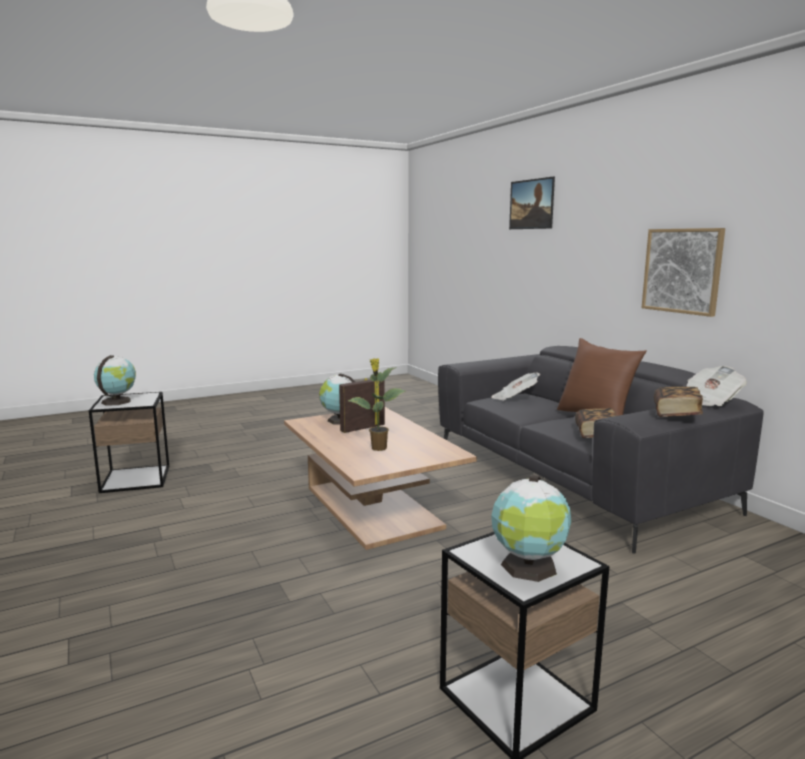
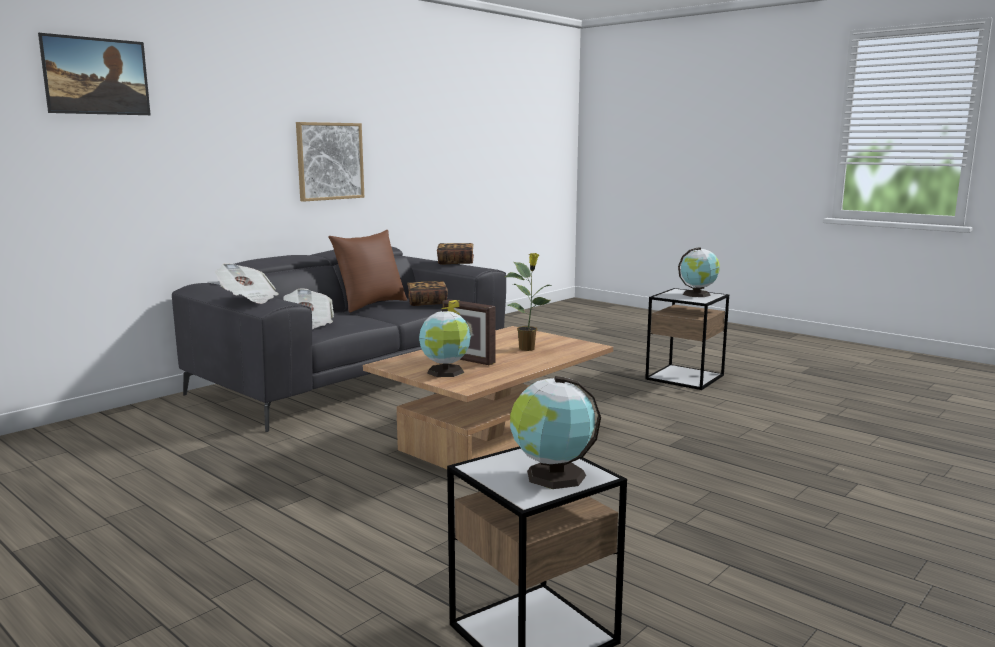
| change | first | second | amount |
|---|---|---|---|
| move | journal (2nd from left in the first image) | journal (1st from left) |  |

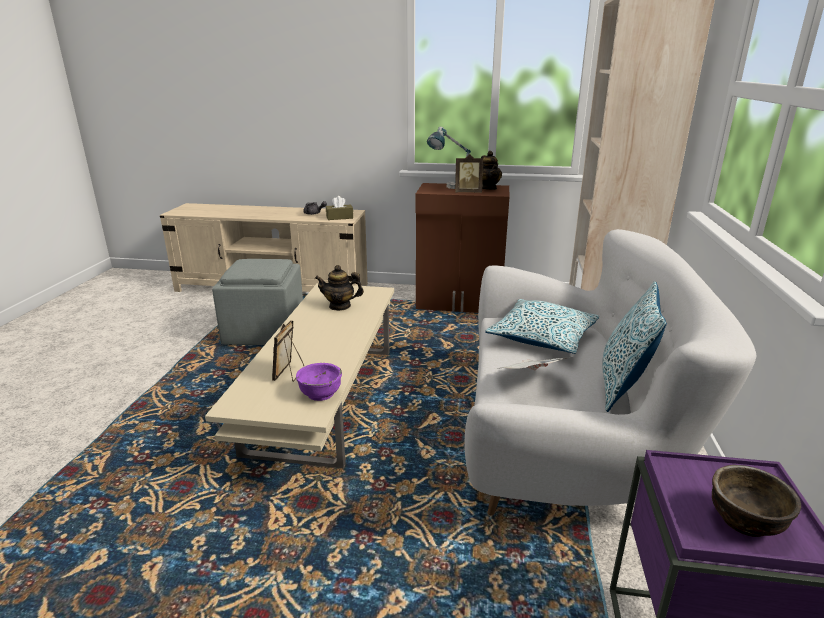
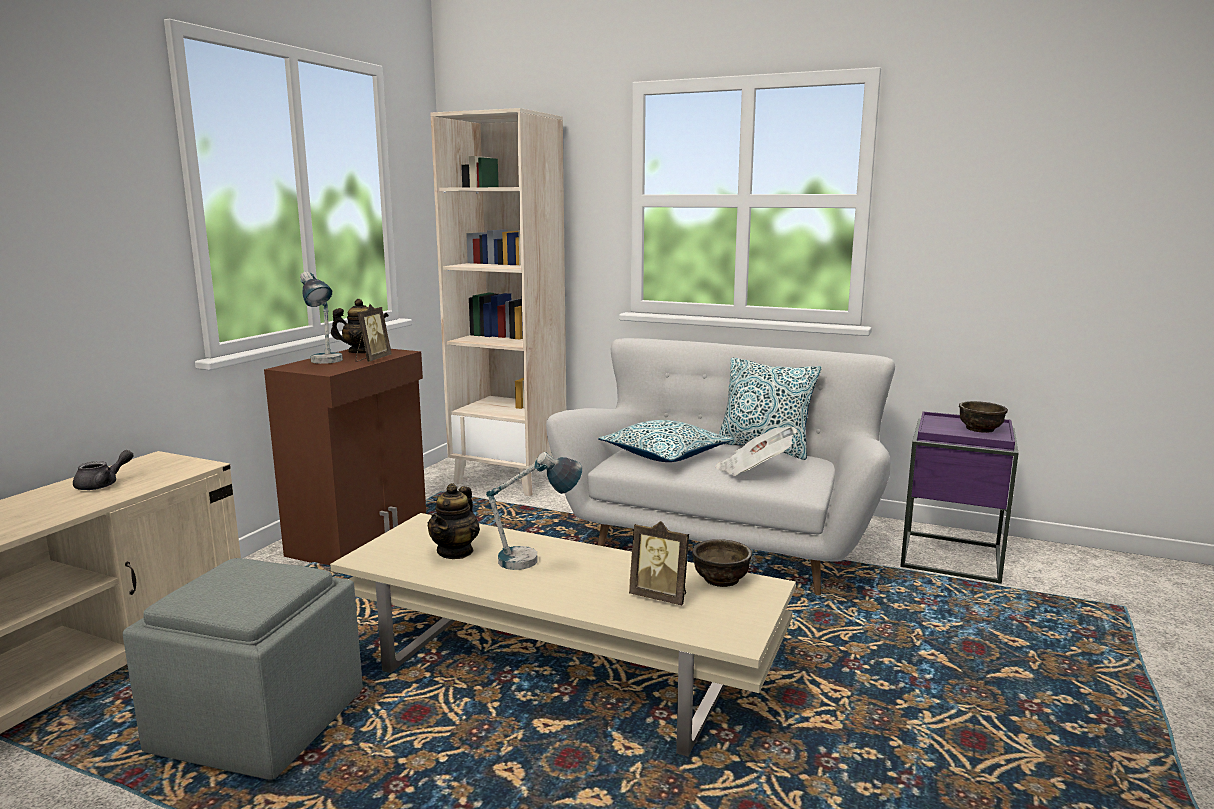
| change | first | second | amount |
|---|---|---|---|
| insert |  | lampe de table (2nd from left) |  |
| recolor | bol/violet | bol/marron (1st from left) |  |
| delete | boîte à mouchoirs/marron |  |  |

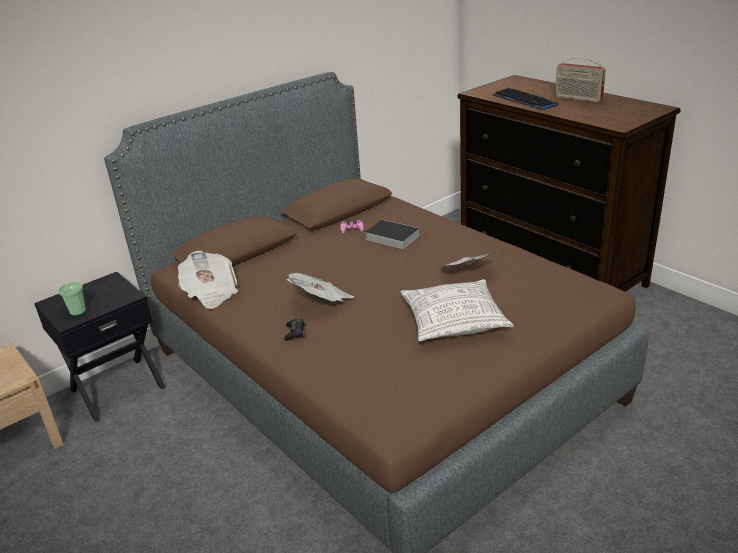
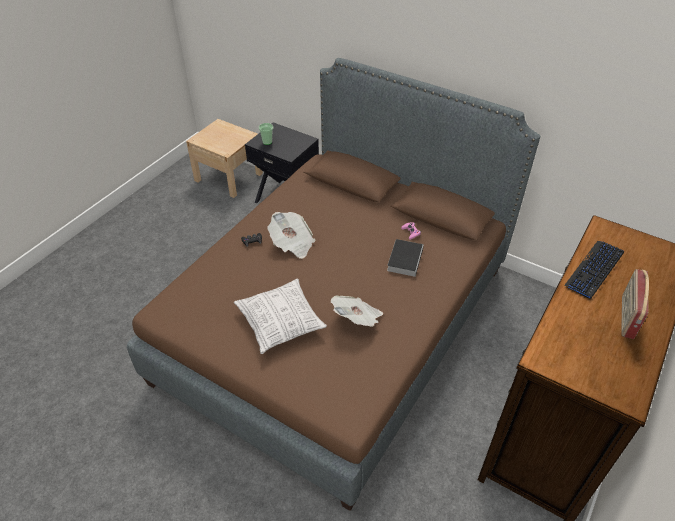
| change | first | second | amount |
|---|---|---|---|
| delete | journal (1st from left) |  |  |

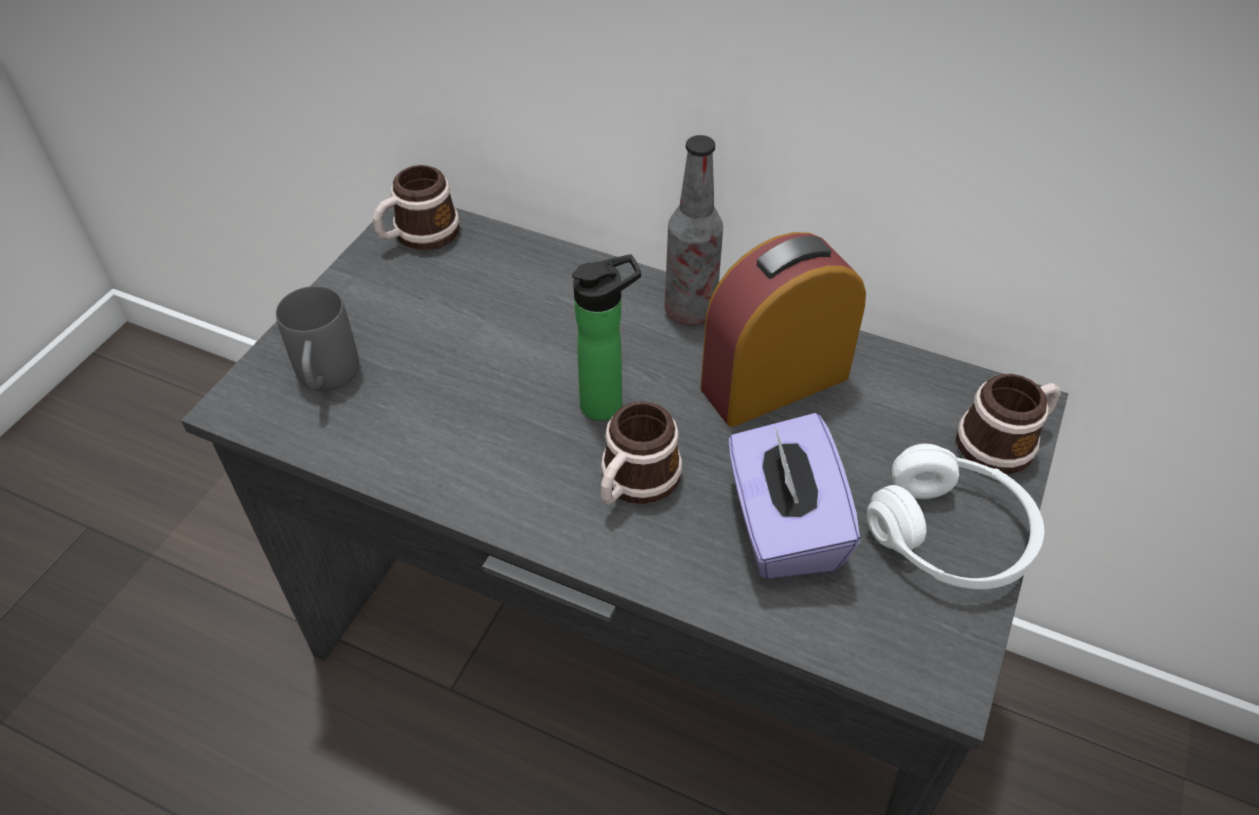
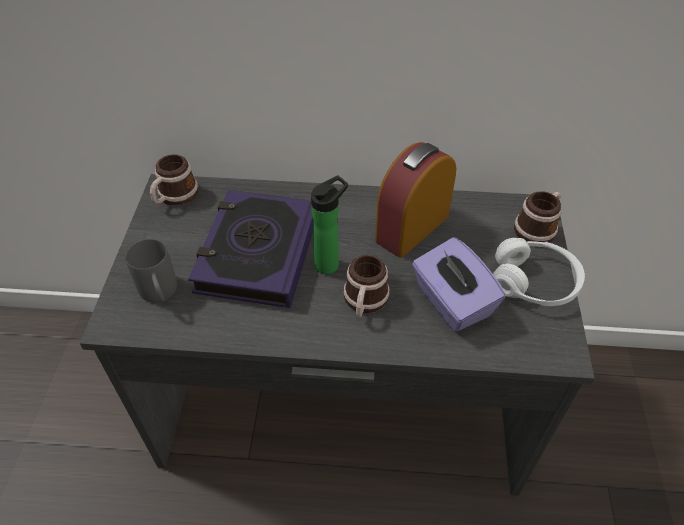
| change | first | second | amount |
|---|---|---|---|
| insert |  | livre |  |
| delete | bouteille (2nd from left) |  |  |

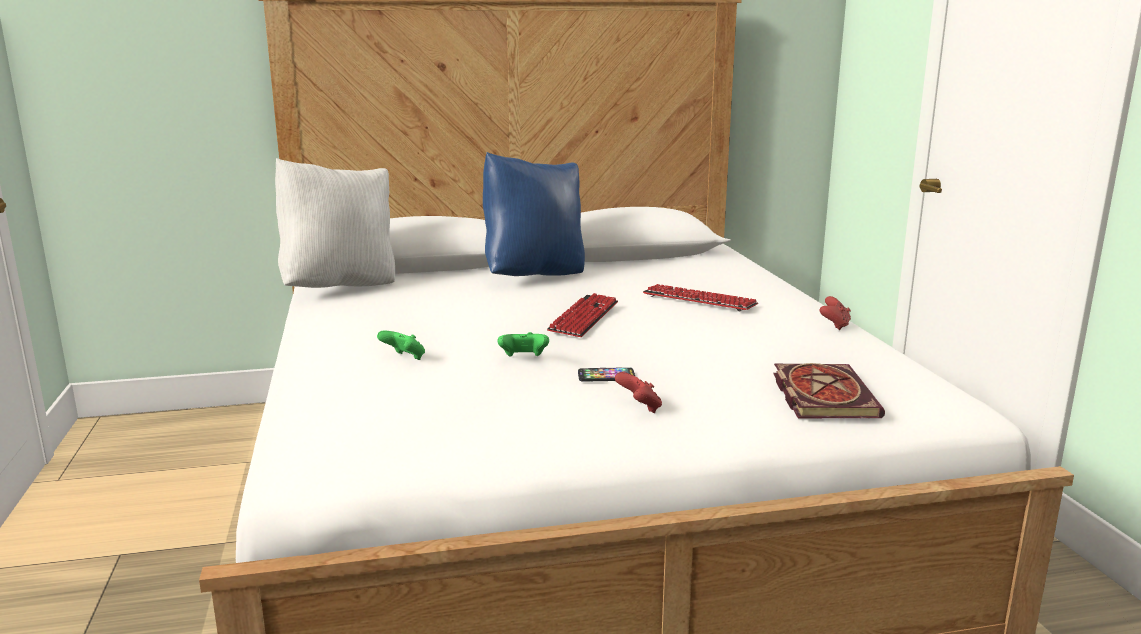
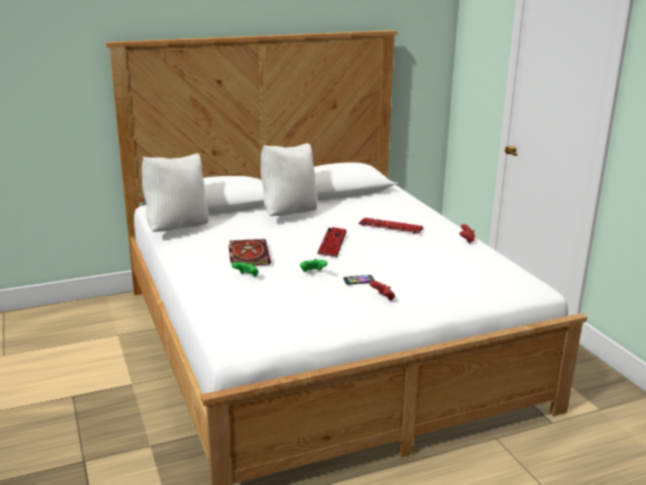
| change | first | second | amount |
|---|---|---|---|
| move | livre |  |  |
| recolor | coussin/bleu | coussin/blanc (2nd from left) |  |

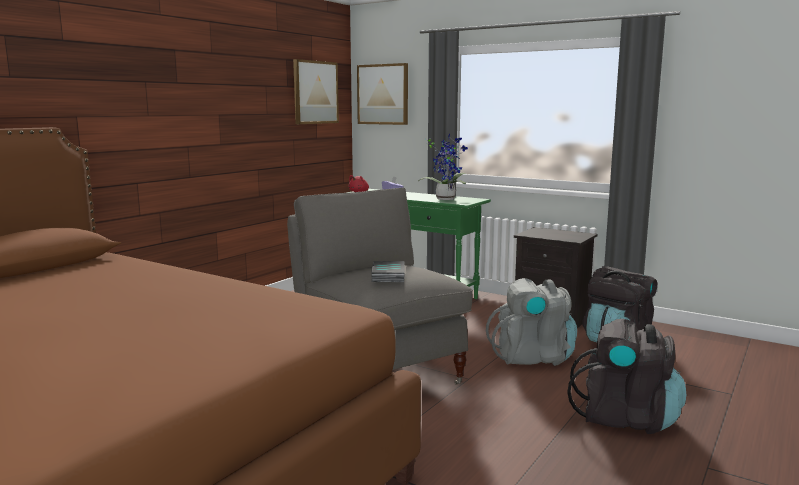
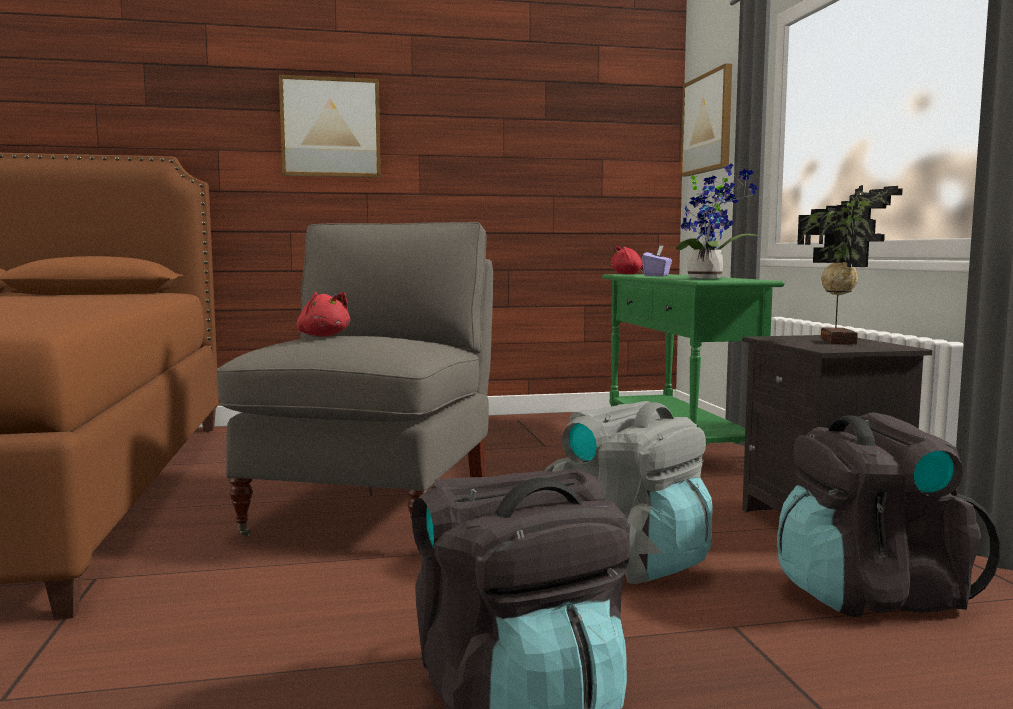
| change | first | second | amount |
|---|---|---|---|
| move | tableau (1st from left) |  |  |
| replace | livre | peluche/rouge (1st from left) |  |
| insert |  | plante en pot (2nd from left) |  |

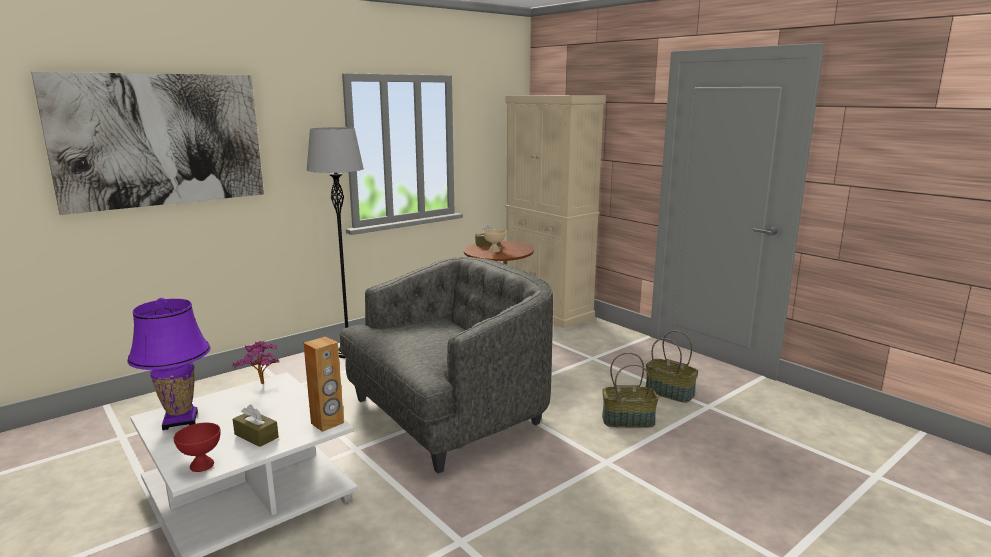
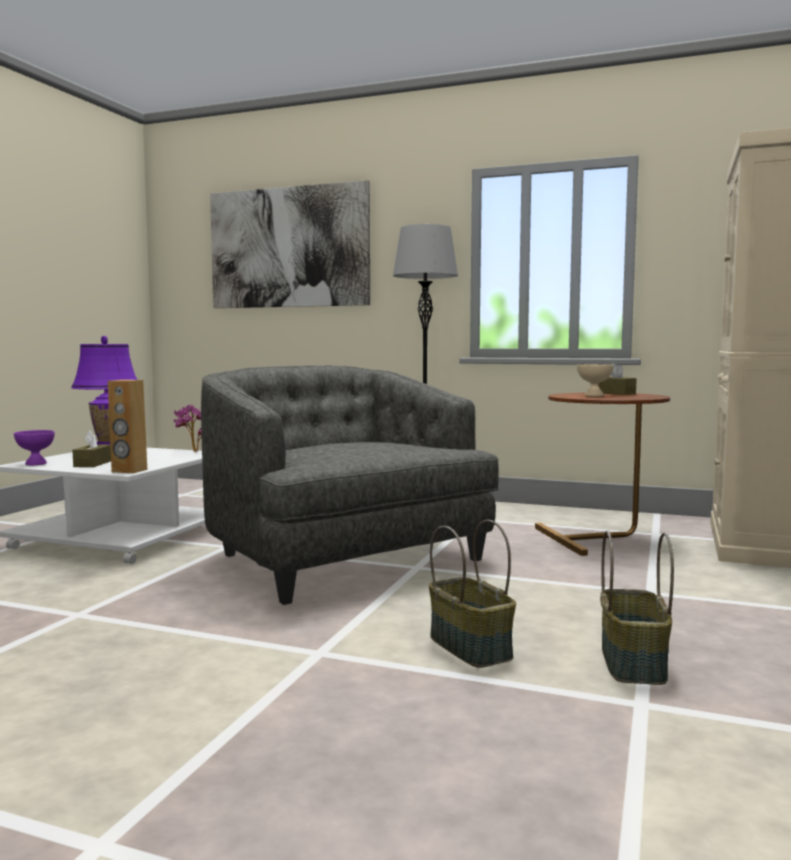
| change | first | second | amount |
|---|---|---|---|
| recolor | bol/rouge | bol/violet |  |
| rotate | fauteuil/gris |  | 150 degrees counterclockwise |

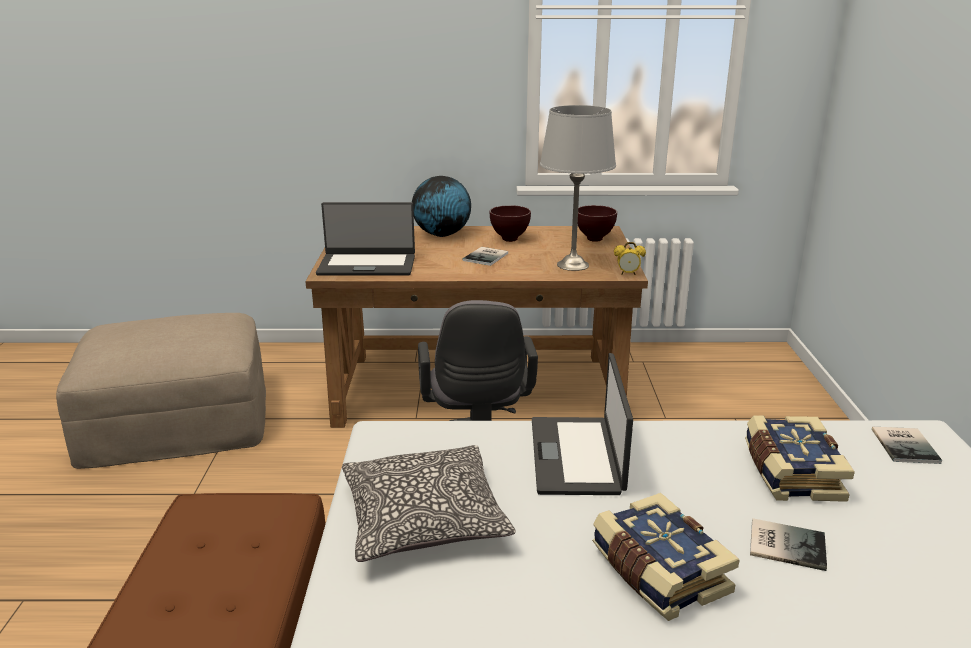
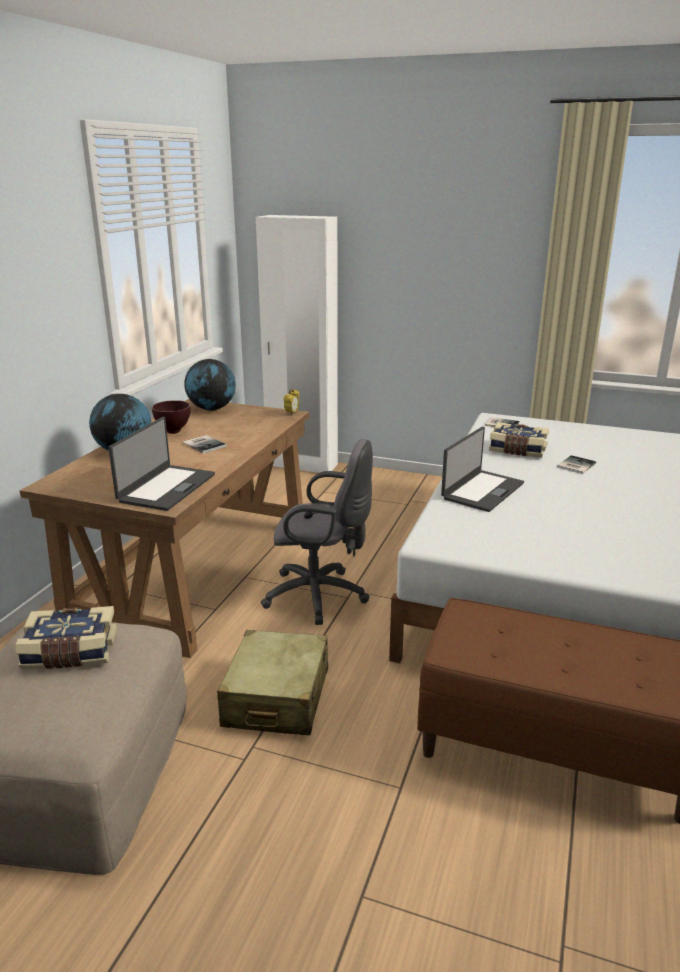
| change | first | second | amount |
|---|---|---|---|
| move | livre (2nd from left in the first image) | livre (1st from left) |  |
| replace | bol/marron (2nd from left) | globe (2nd from left) |  |
| insert |  | valise/beige |  |
| insert |  | armoire/blanc |  |
| rotate | ordinateur portable (2nd from left) |  | 75 degrees counterclockwise |
| delete | coussin |  |  |
| delete | lampe de table/gris |  |  |

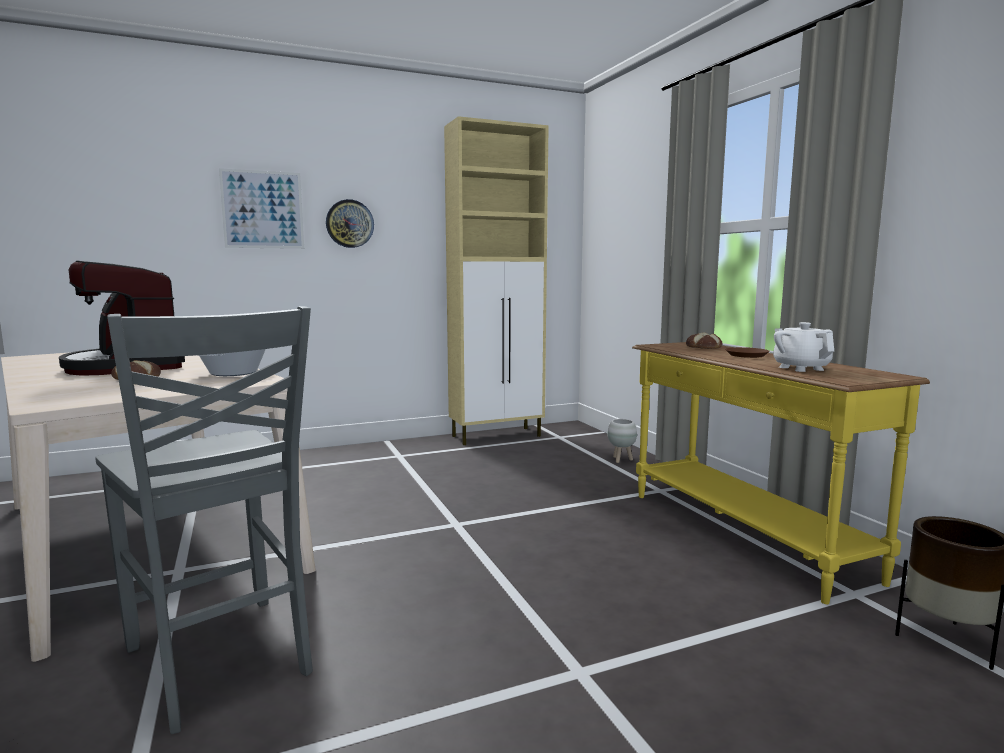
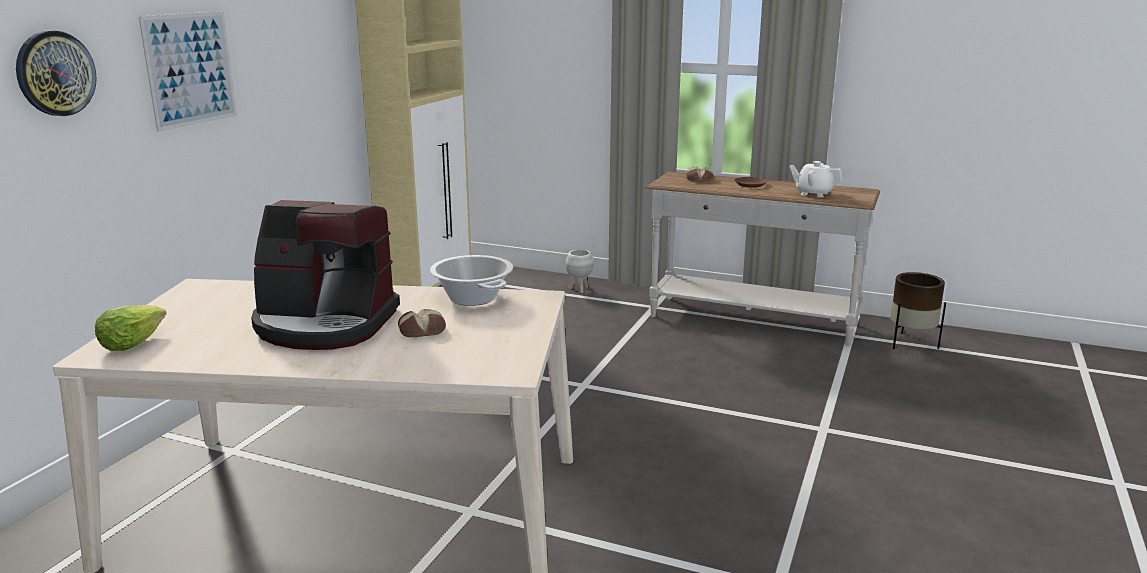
| change | first | second | amount |
|---|---|---|---|
| move | horloge murale |  |  |
| insert |  | laitue |  |
| recolor | table console/jaune | table console/blanc |  |
| delete | chaise/gris |  |  |

